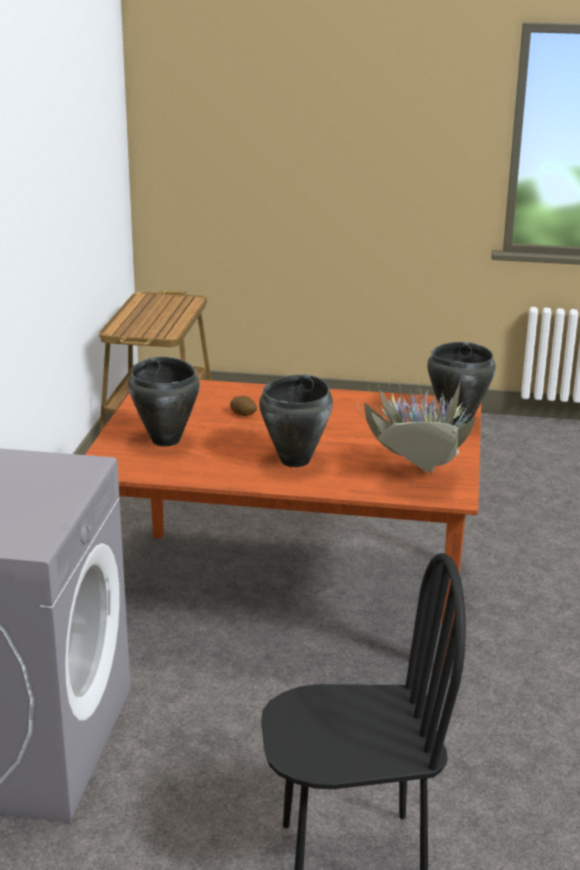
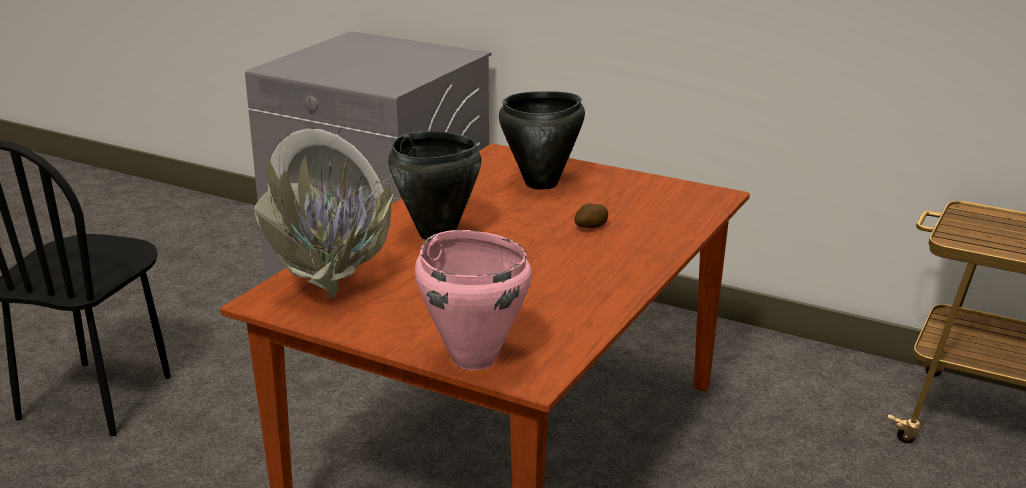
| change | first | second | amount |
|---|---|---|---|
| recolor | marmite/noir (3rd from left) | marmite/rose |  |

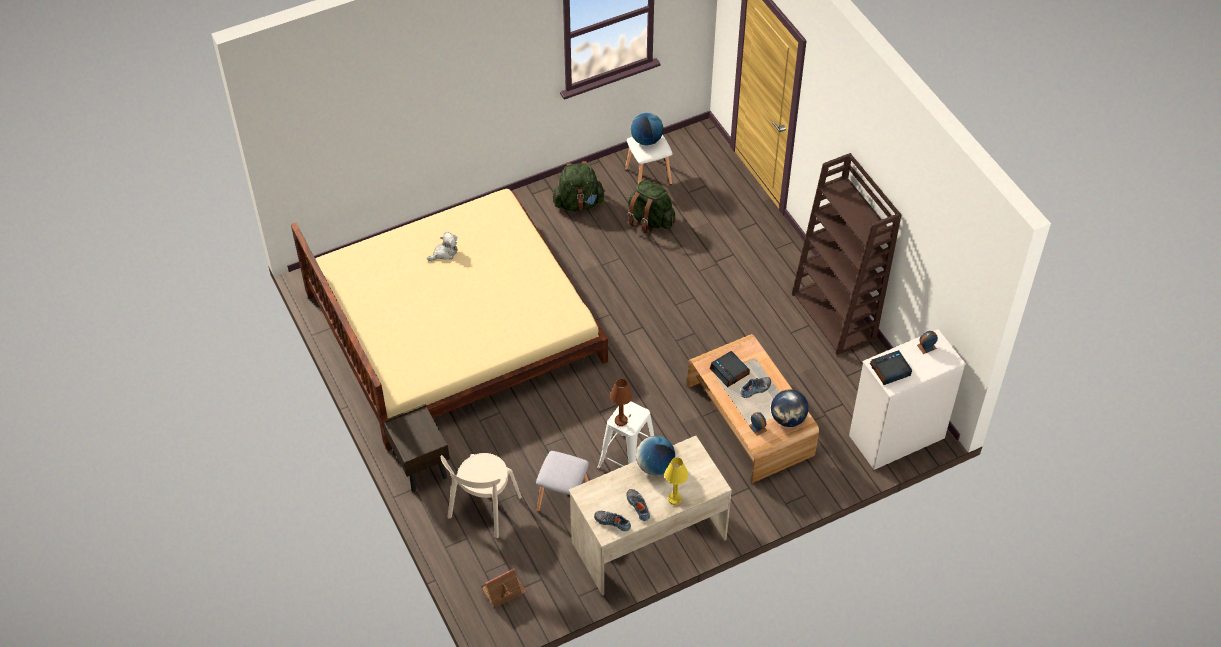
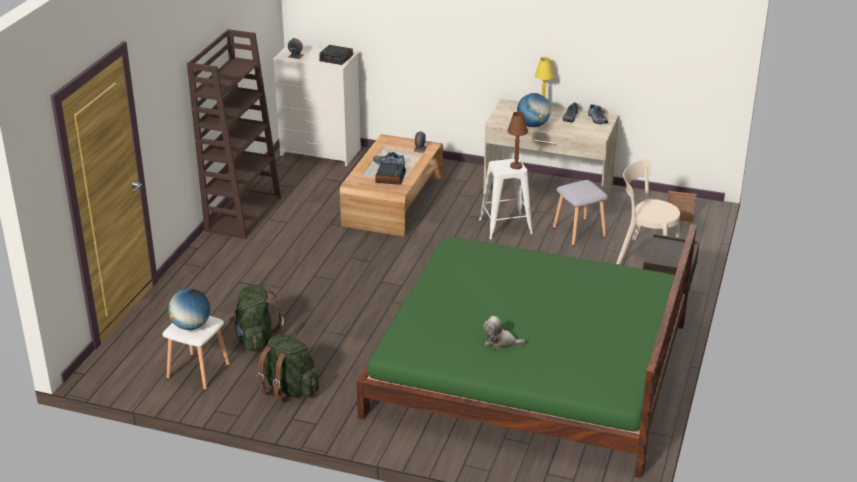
| change | first | second | amount |
|---|---|---|---|
| recolor | lit/beige | lit/vert |  |
| rotate | chaise/beige |  | 135 degrees counterclockwise |
| delete | globe (3rd from left) |  |  |

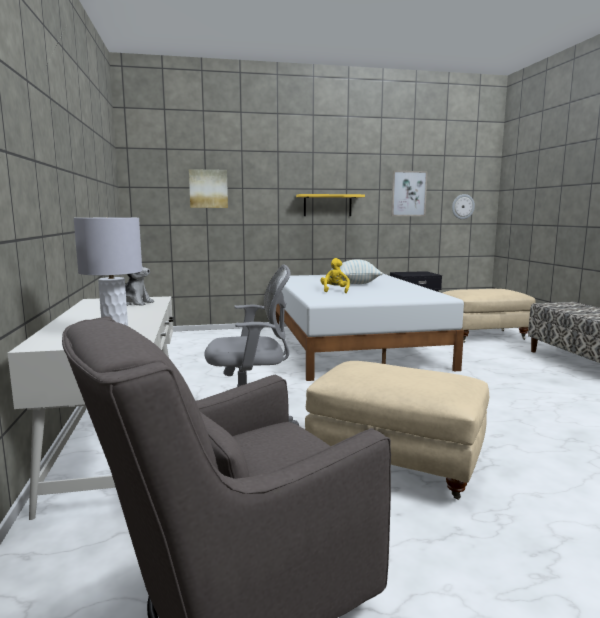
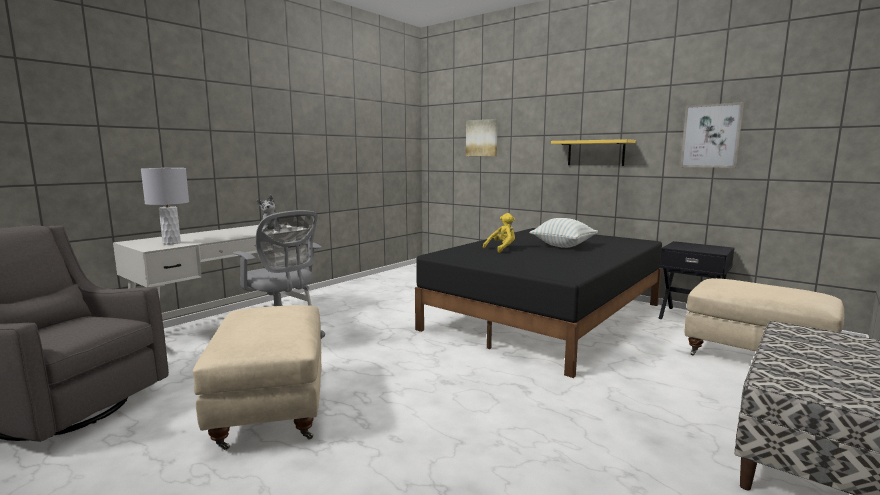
| change | first | second | amount |
|---|---|---|---|
| recolor | lit/blanc | lit/noir |  |
| delete | horloge murale |  |  |

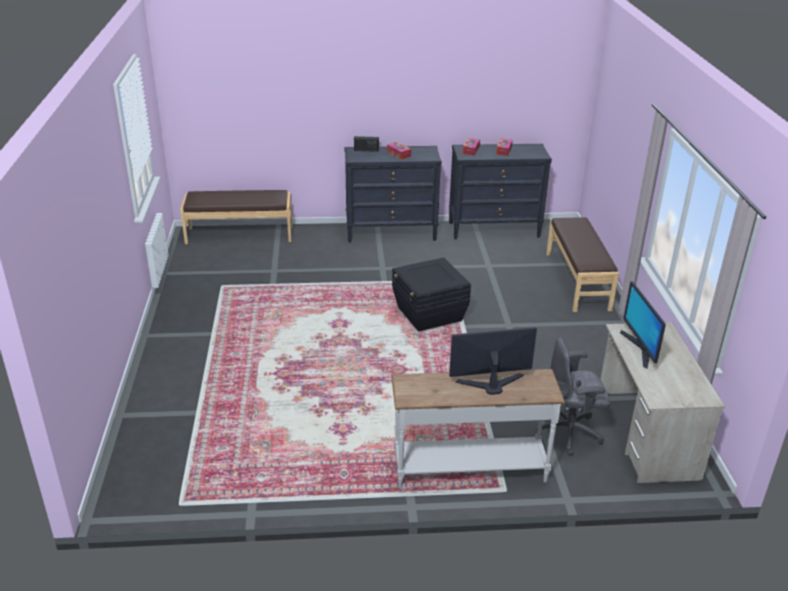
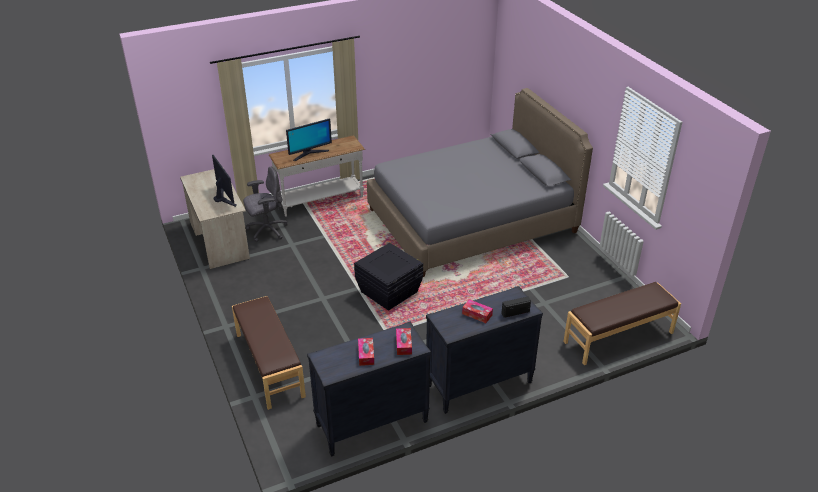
| change | first | second | amount |
|---|---|---|---|
| insert |  | lit/gris |  |

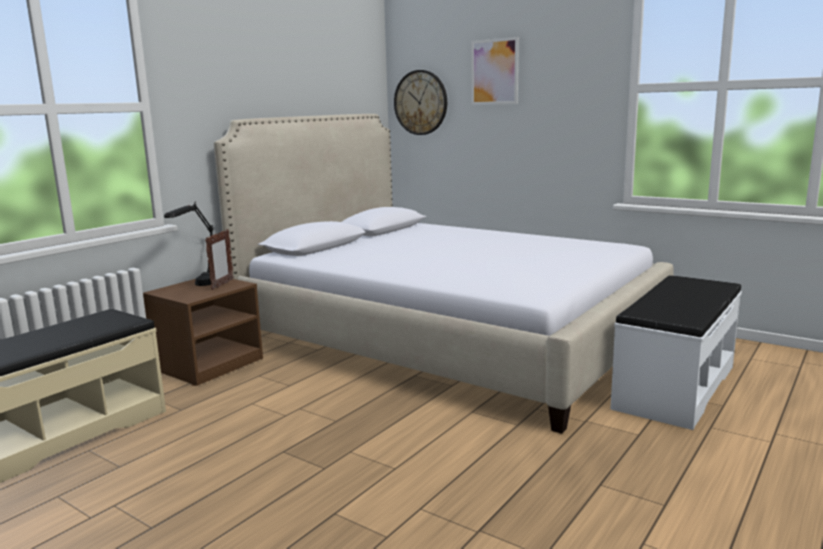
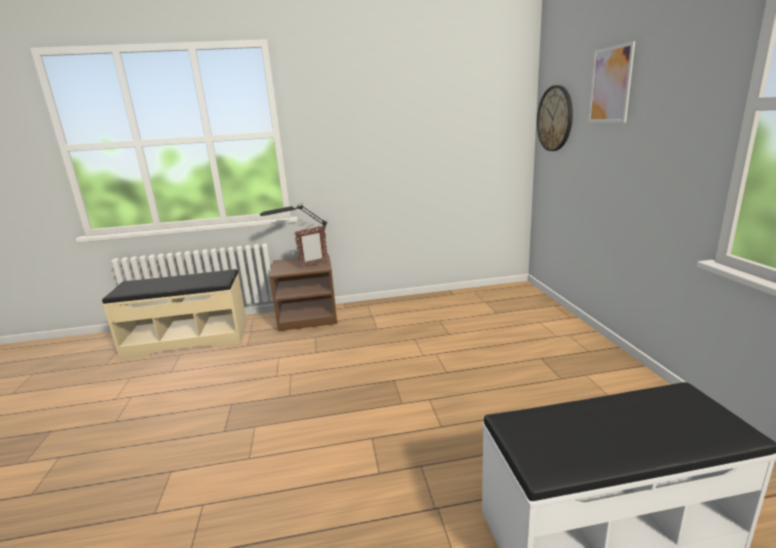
| change | first | second | amount |
|---|---|---|---|
| delete | lit |  |  |

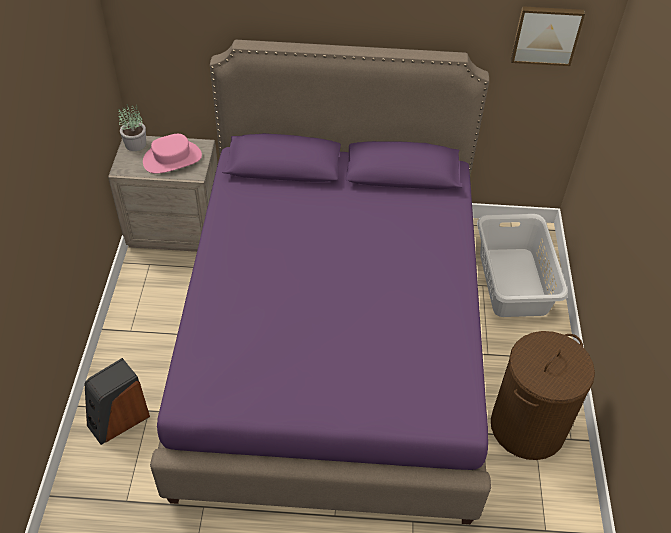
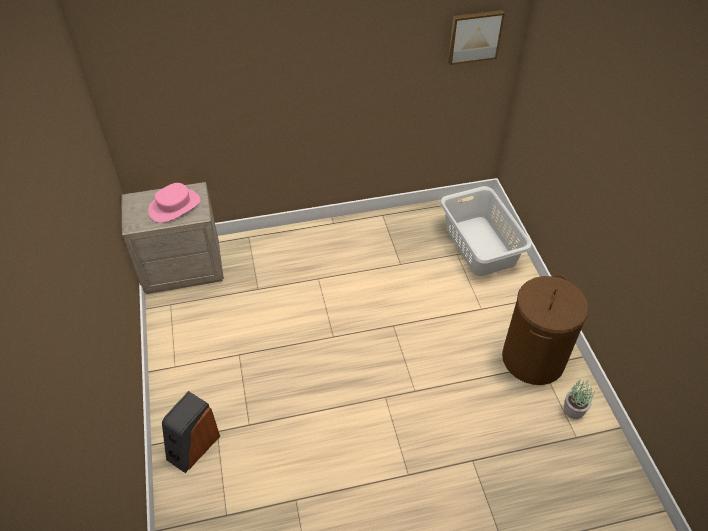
| change | first | second | amount |
|---|---|---|---|
| move | plante en pot |  |  |
| delete | lit/violet |  |  |

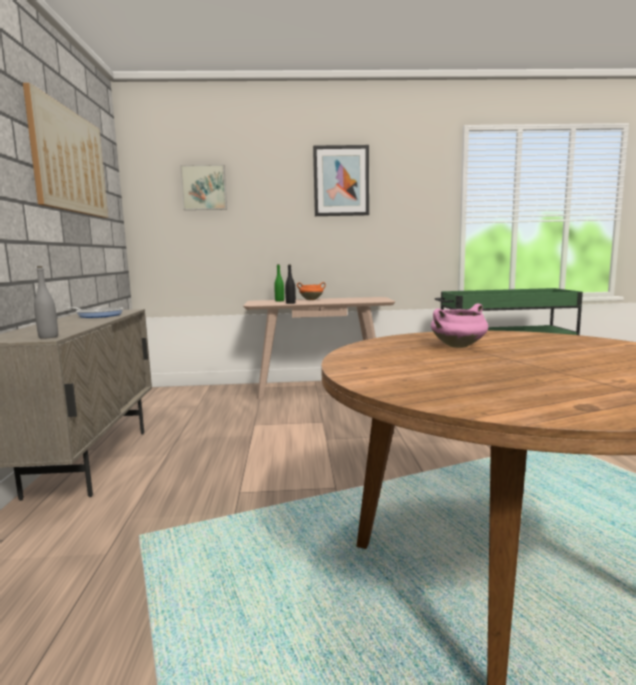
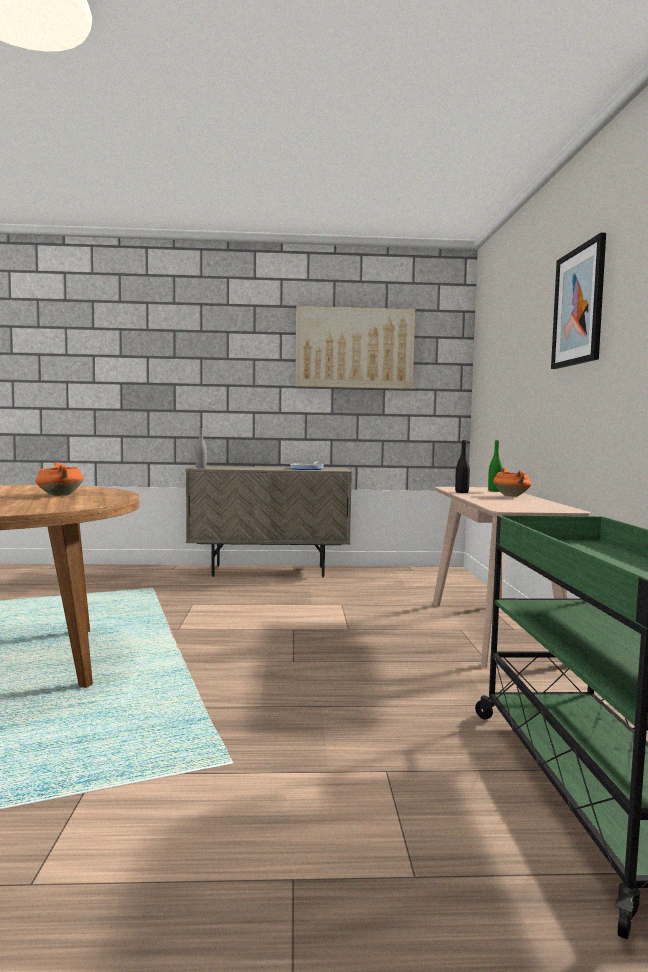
| change | first | second | amount |
|---|---|---|---|
| recolor | marmite/rose | marmite/orange (1st from left) |  |
| delete | tableau (2nd from left) |  |  |

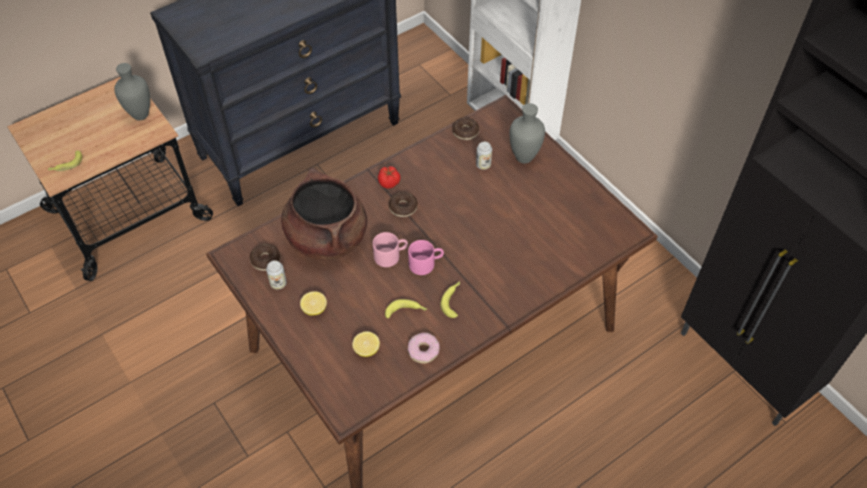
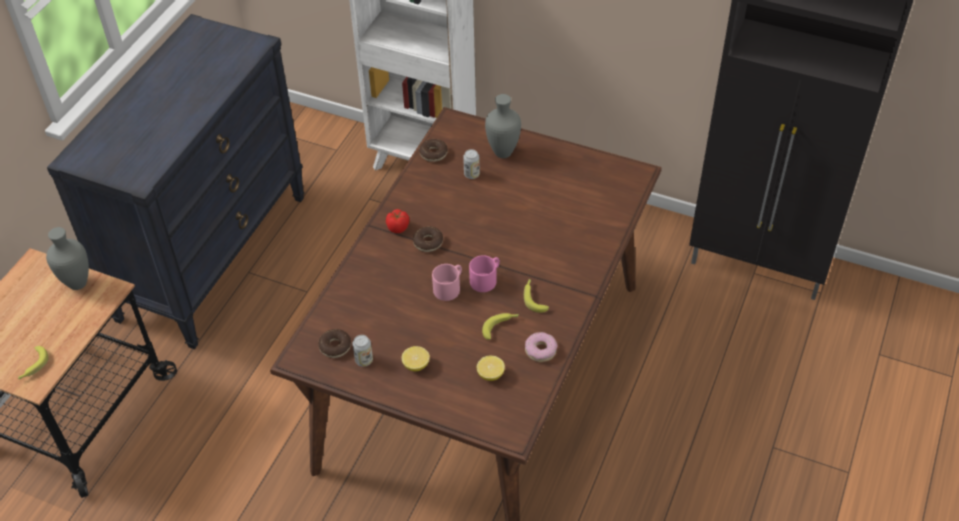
| change | first | second | amount |
|---|---|---|---|
| delete | marmite/marron |  |  |

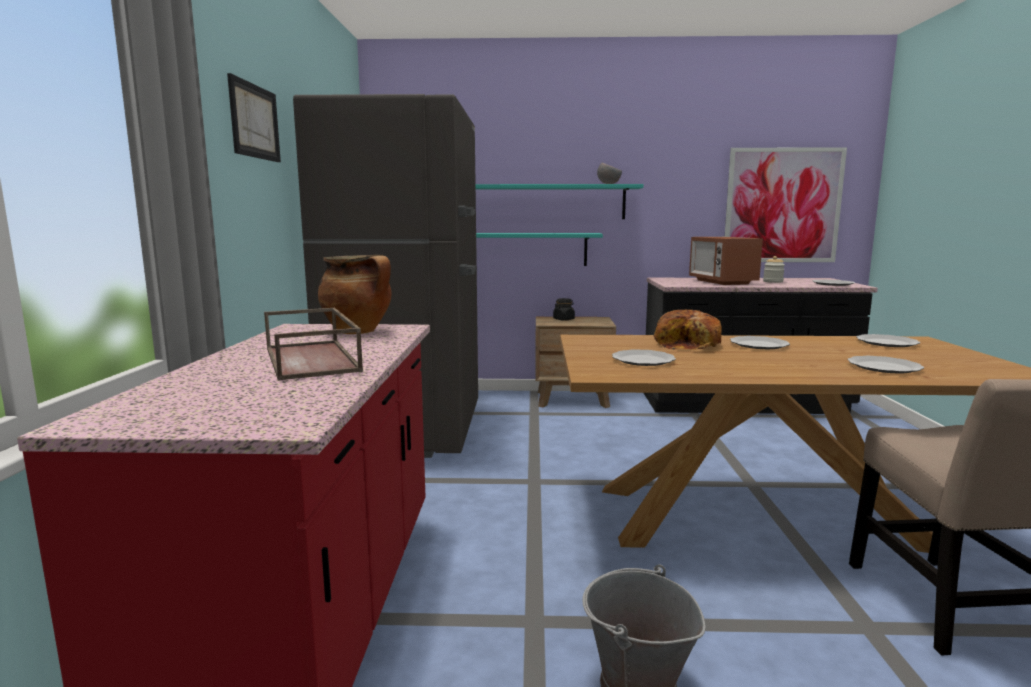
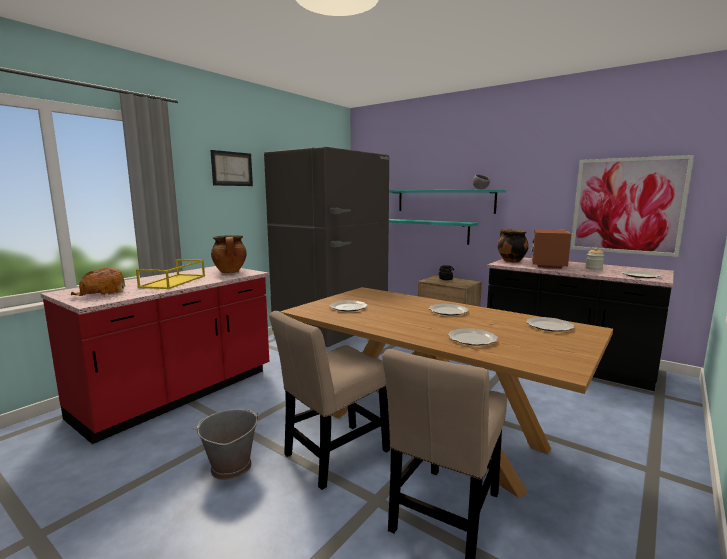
| change | first | second | amount |
|---|---|---|---|
| move | pain |  |  |
| recolor | plateau/marron | plateau/jaune |  |
| insert |  | chaise/beige (1st from left) |  |
| insert |  | marmite (2nd from left) |  |

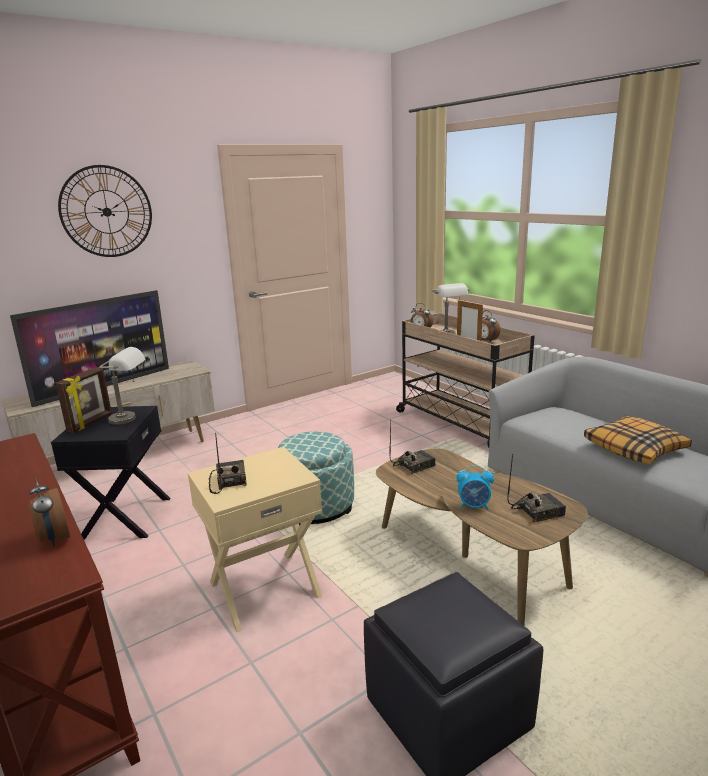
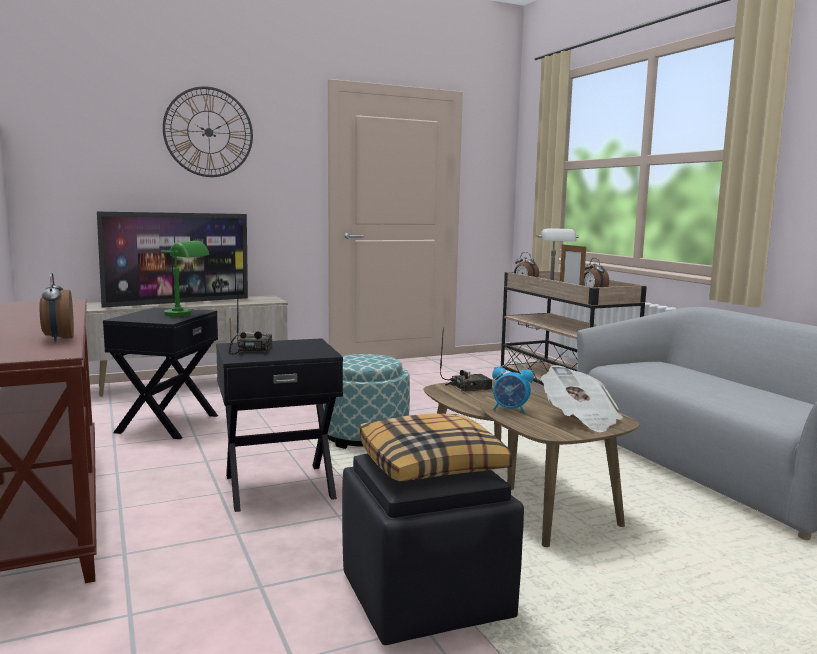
| change | first | second | amount |
|---|---|---|---|
| recolor | lampe de table/gris (1st from left) | lampe de table/vert |  |
| recolor | table d'appoint/beige | table d'appoint/noir (2nd from left) |  |
| move | coussin |  |  |
| replace | radio (3rd from left) | journal |  |
| delete | cadre photo (1st from left) |  |  |

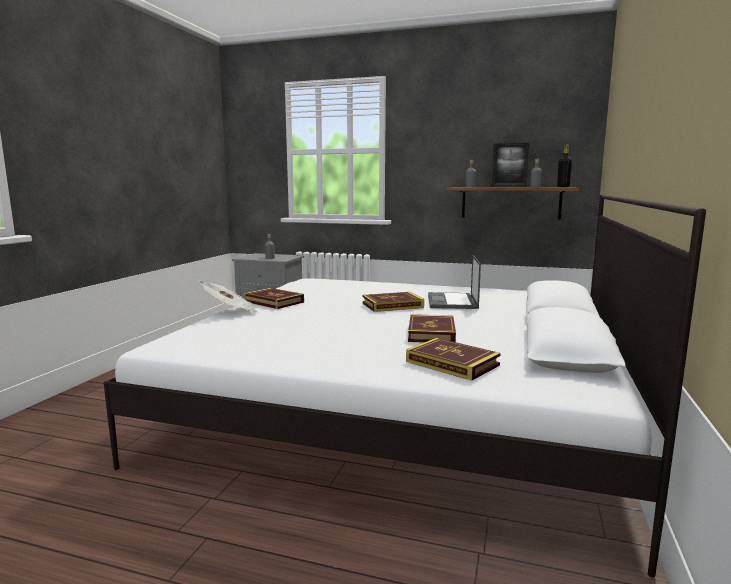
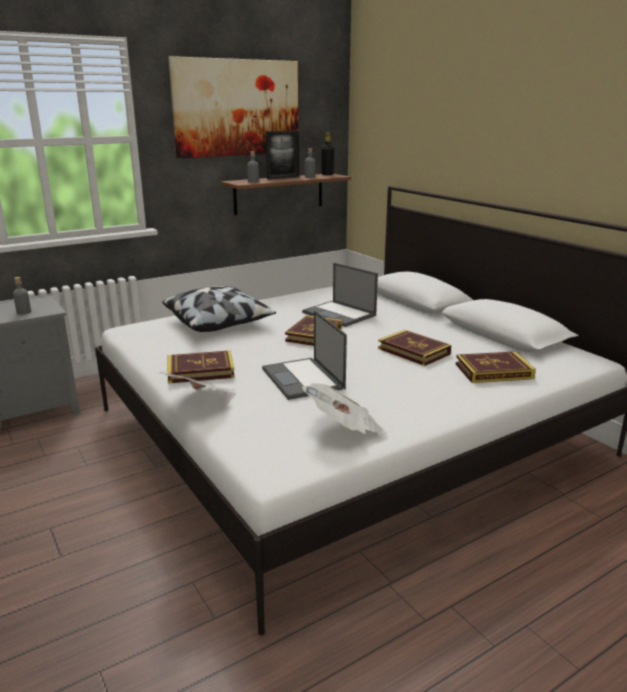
| change | first | second | amount |
|---|---|---|---|
| insert |  | coussin |  |
| insert |  | tableau |  |
| insert |  | ordinateur portable (1st from left) |  |
| insert |  | journal (2nd from left) |  |

